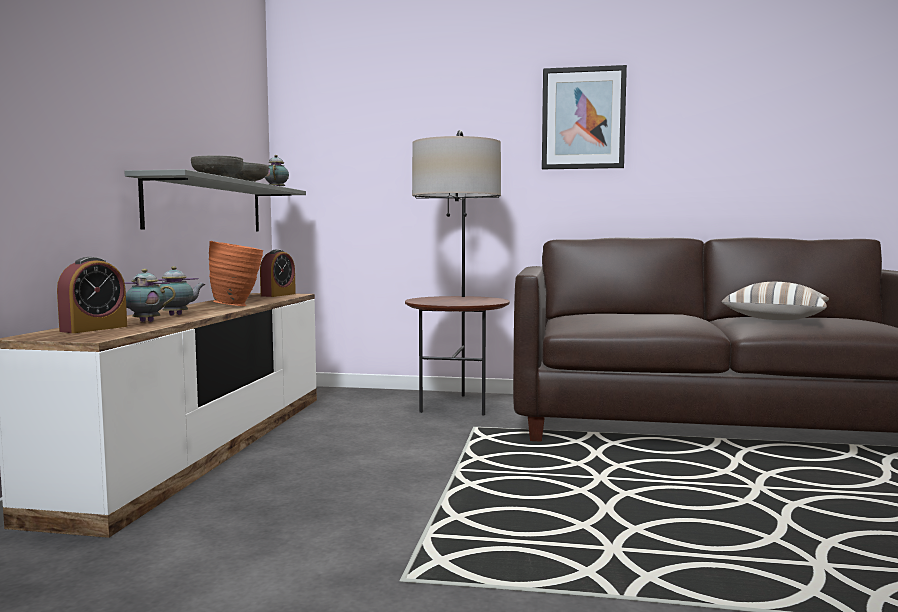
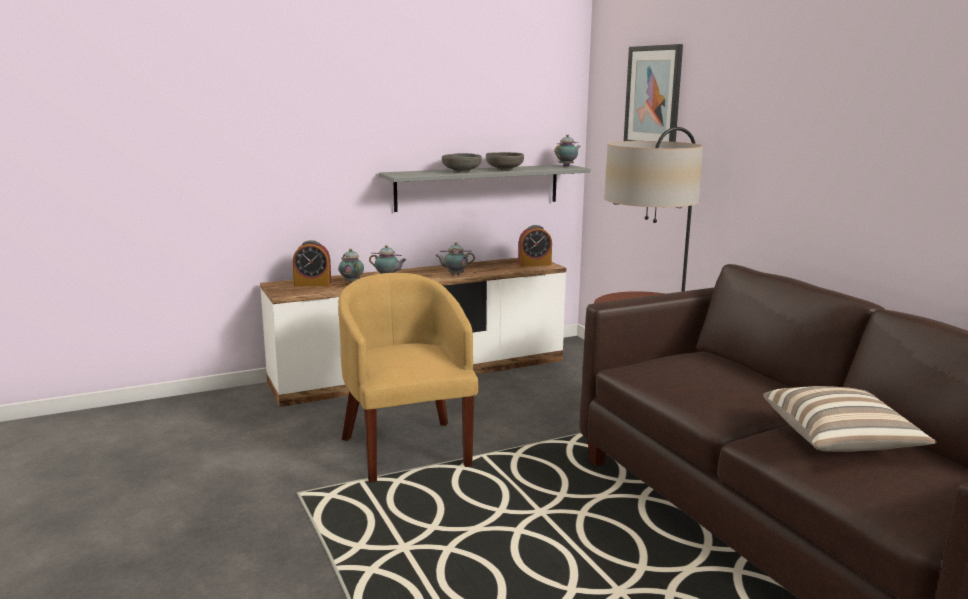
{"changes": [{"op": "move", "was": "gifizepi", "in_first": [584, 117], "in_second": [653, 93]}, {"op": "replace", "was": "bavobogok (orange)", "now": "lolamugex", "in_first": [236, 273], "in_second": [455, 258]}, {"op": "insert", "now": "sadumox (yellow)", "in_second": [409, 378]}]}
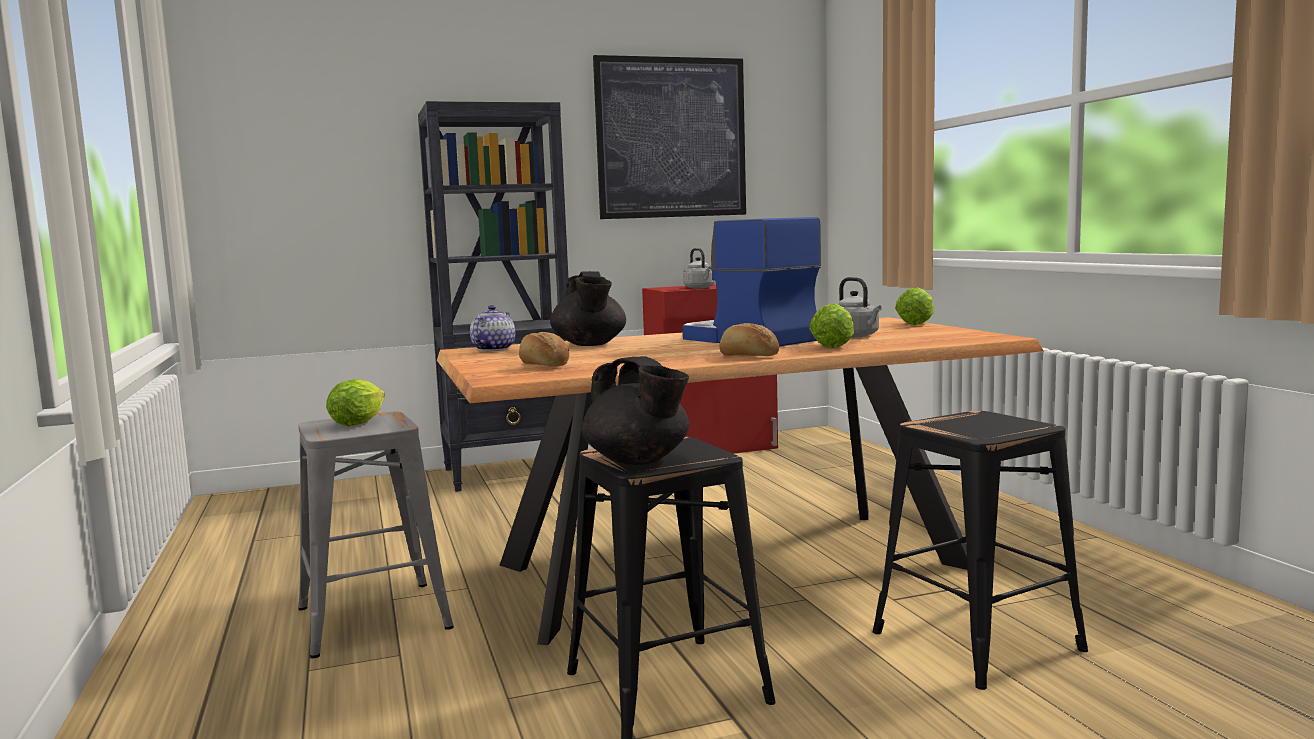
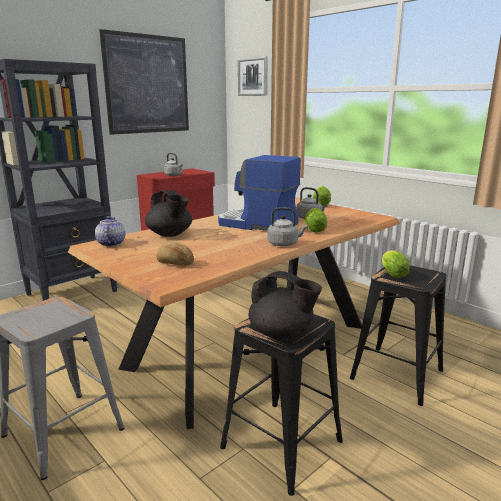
{"changes": [{"op": "replace", "was": "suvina", "now": "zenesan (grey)", "in_first": [749, 339], "in_second": [287, 226]}, {"op": "move", "was": "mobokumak", "in_first": [355, 403], "in_second": [396, 264]}, {"op": "insert", "now": "gifizepi", "in_second": [253, 76]}]}
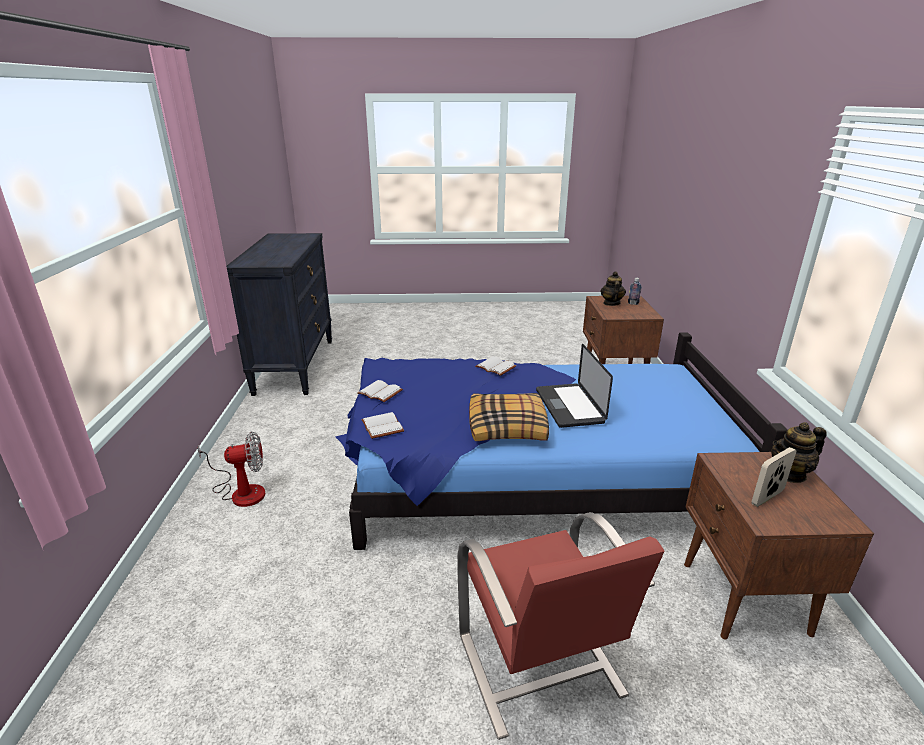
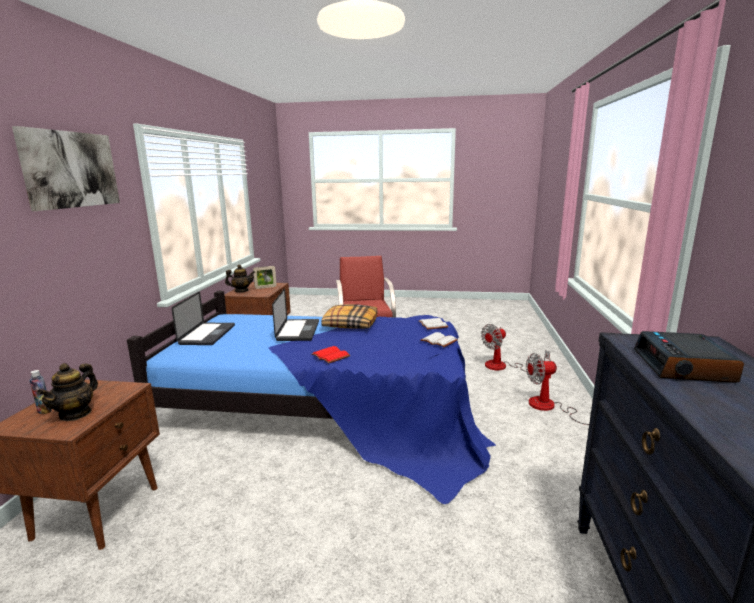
{"changes": [{"op": "recolor", "was": "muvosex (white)", "now": "muvosex (red)", "in_first": [495, 366], "in_second": [331, 355]}, {"op": "insert", "now": "gifizepi", "in_second": [66, 168]}, {"op": "insert", "now": "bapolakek", "in_second": [203, 318]}, {"op": "insert", "now": "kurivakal", "in_second": [515, 348]}, {"op": "insert", "now": "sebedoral", "in_second": [689, 357]}]}
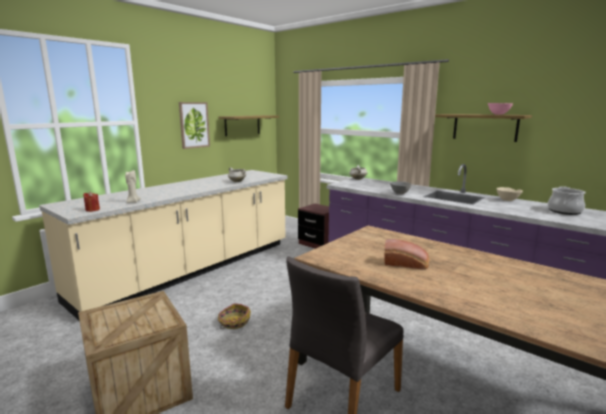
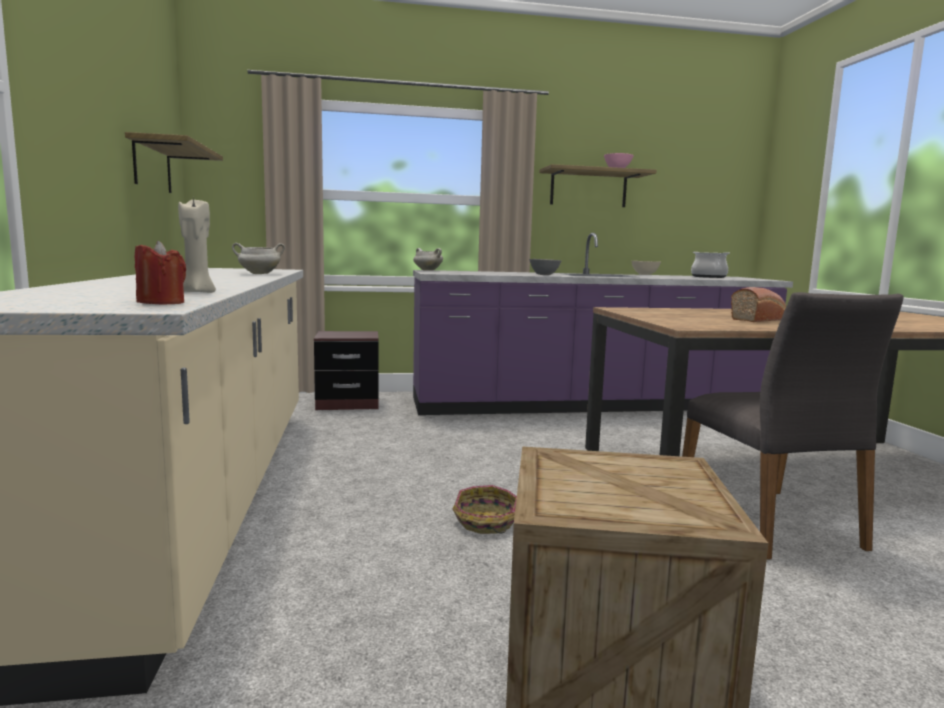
{"changes": [{"op": "delete", "was": "gifizepi", "in_first": [194, 125]}]}
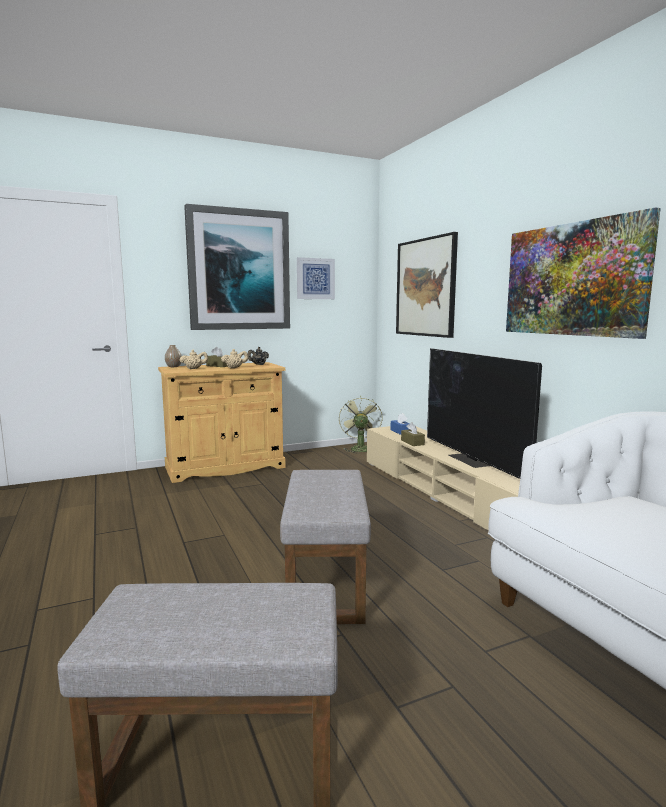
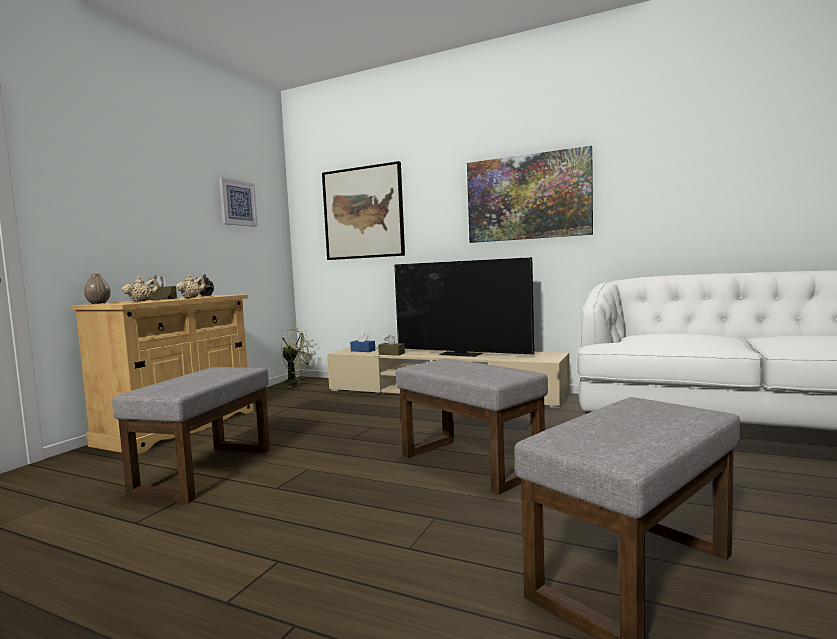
{"changes": [{"op": "delete", "was": "gifizepi", "in_first": [237, 267]}, {"op": "rotate", "was": "kurivakal (green)", "in_first": [361, 426], "in_second": [298, 357], "clockwise": 150}, {"op": "insert", "now": "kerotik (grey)", "in_second": [191, 435]}]}
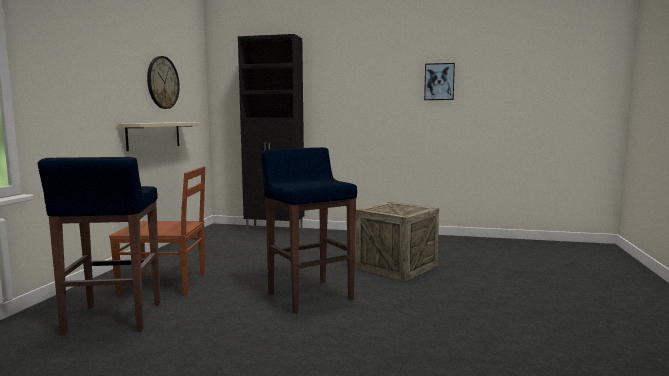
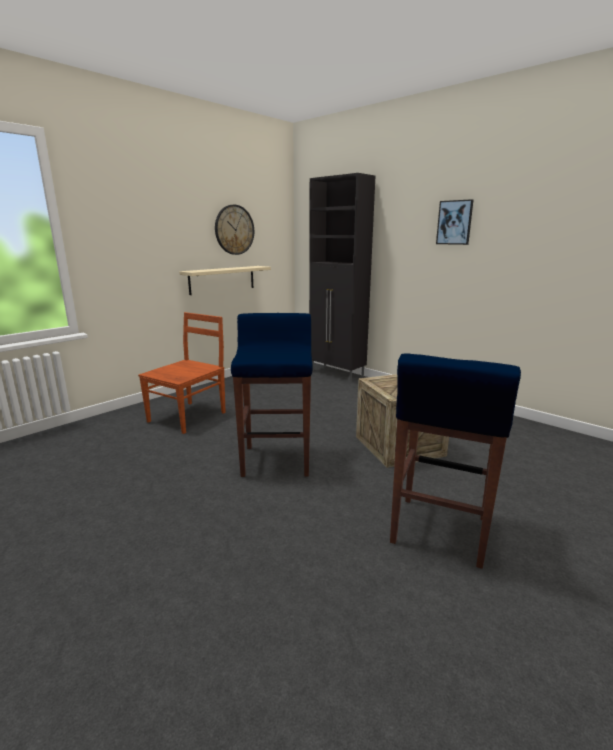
{"changes": [{"op": "move", "was": "gifizepi", "in_first": [439, 81], "in_second": [454, 222]}, {"op": "move", "was": "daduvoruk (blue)", "in_first": [99, 246], "in_second": [455, 461]}, {"op": "rotate", "was": "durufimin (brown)", "in_first": [157, 230], "in_second": [182, 373], "clockwise": -90}]}
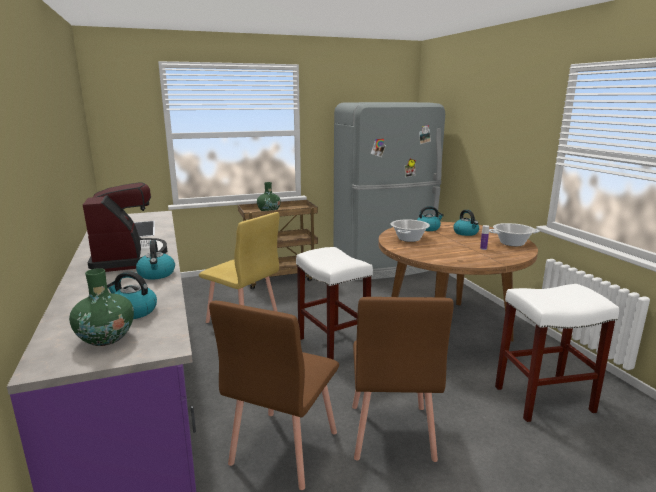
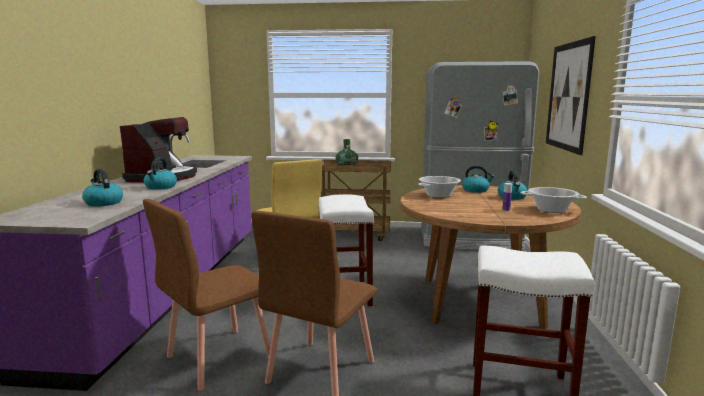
{"changes": [{"op": "delete", "was": "bavobogok (green)", "in_first": [101, 307]}, {"op": "insert", "now": "gifizepi", "in_second": [571, 95]}]}
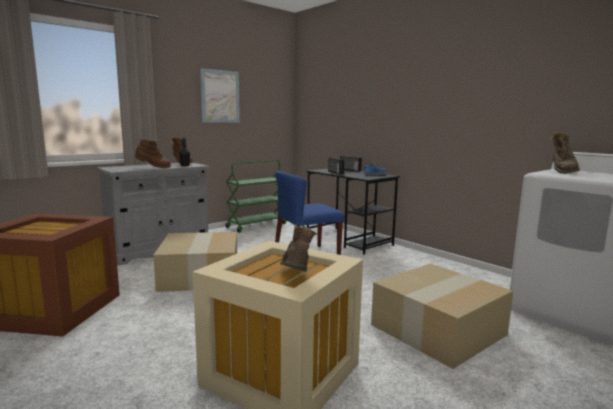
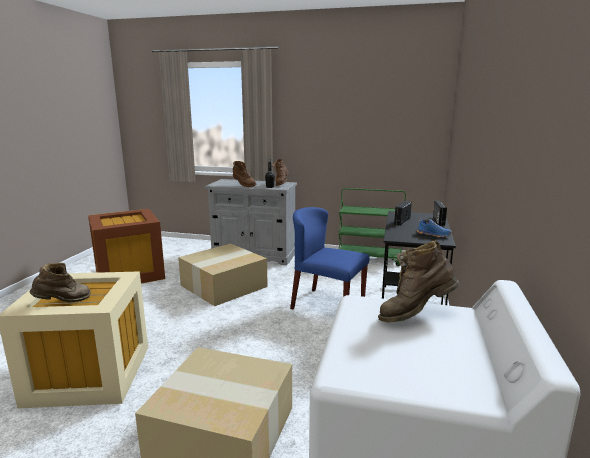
{"changes": [{"op": "delete", "was": "gifizepi", "in_first": [220, 95]}]}
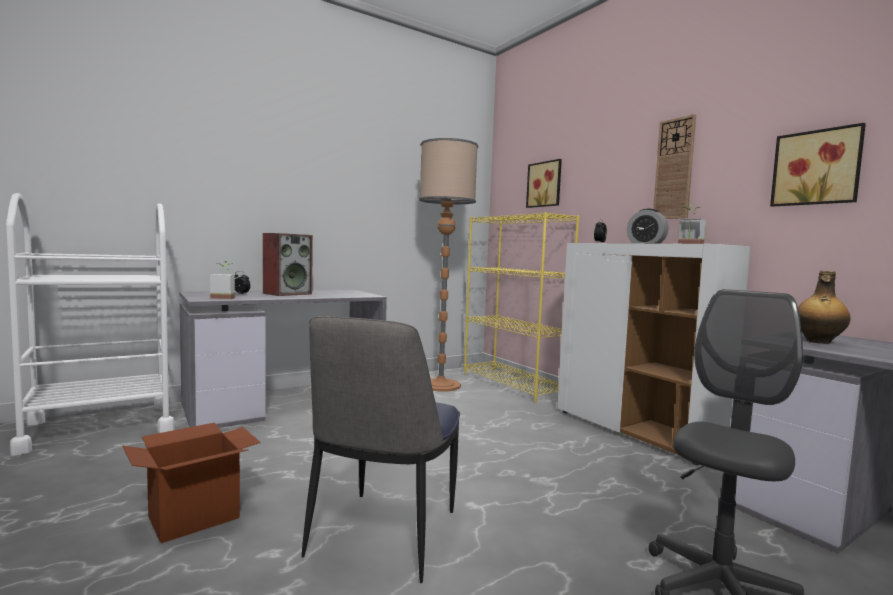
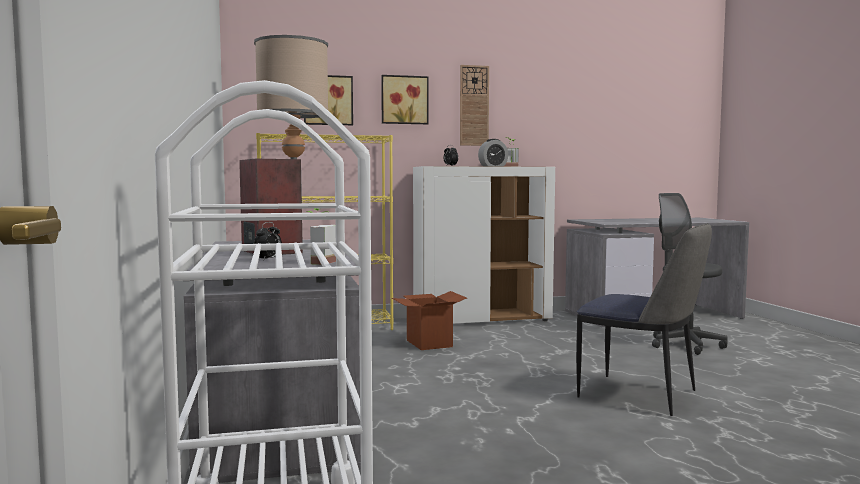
{"changes": [{"op": "move", "was": "gifizepi", "in_first": [818, 165], "in_second": [405, 99]}, {"op": "delete", "was": "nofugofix", "in_first": [824, 307]}, {"op": "move", "was": "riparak", "in_first": [192, 483], "in_second": [429, 320]}]}
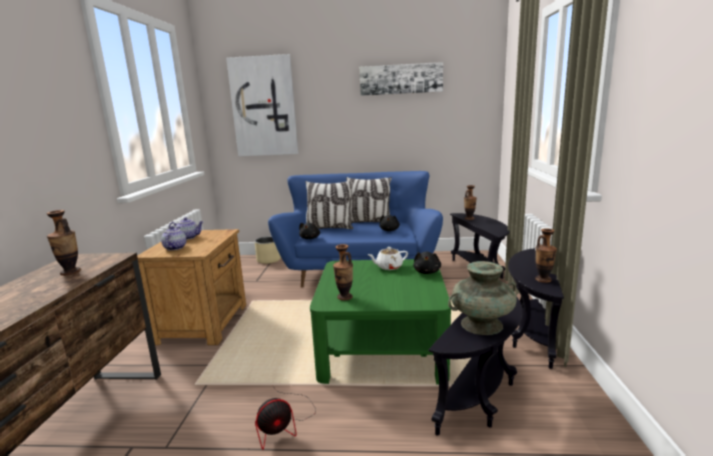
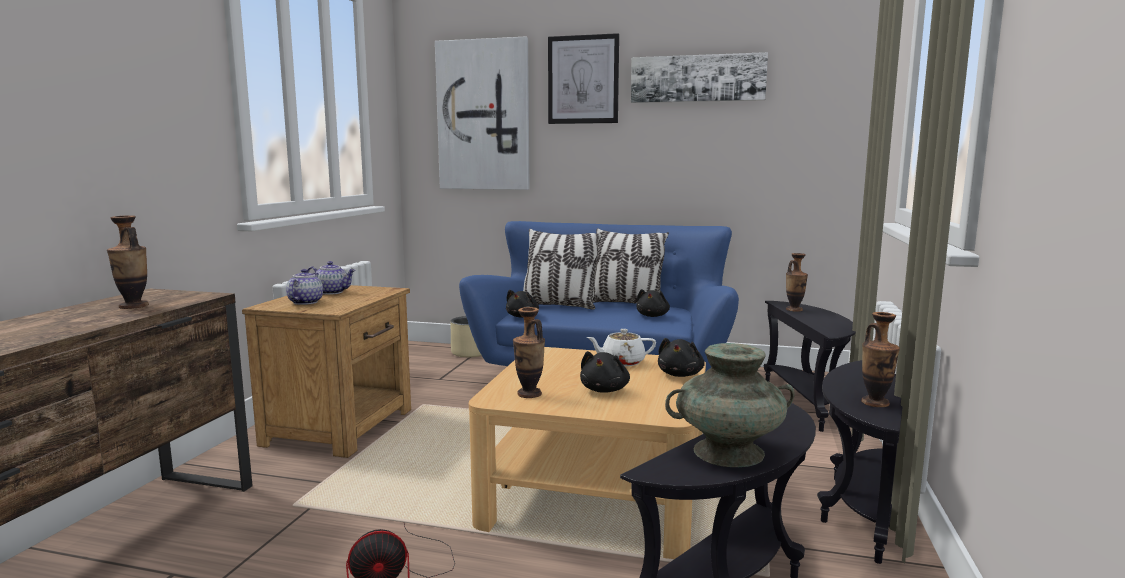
{"changes": [{"op": "recolor", "was": "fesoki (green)", "now": "fesoki (beige)", "in_first": [380, 321], "in_second": [587, 453]}, {"op": "insert", "now": "gifizepi", "in_second": [583, 78]}, {"op": "insert", "now": "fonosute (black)", "in_second": [605, 372]}]}
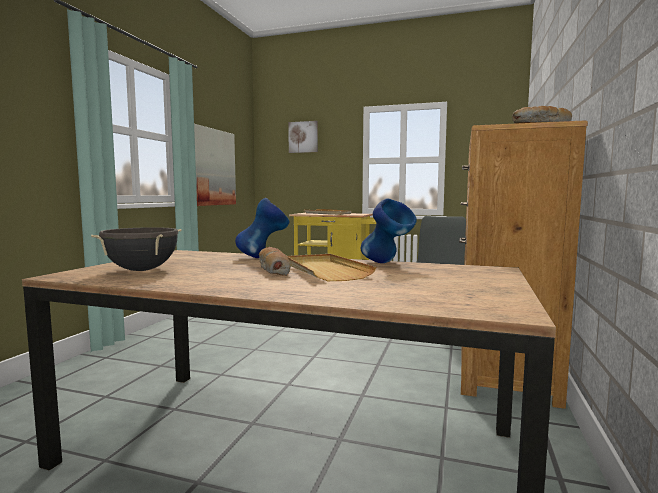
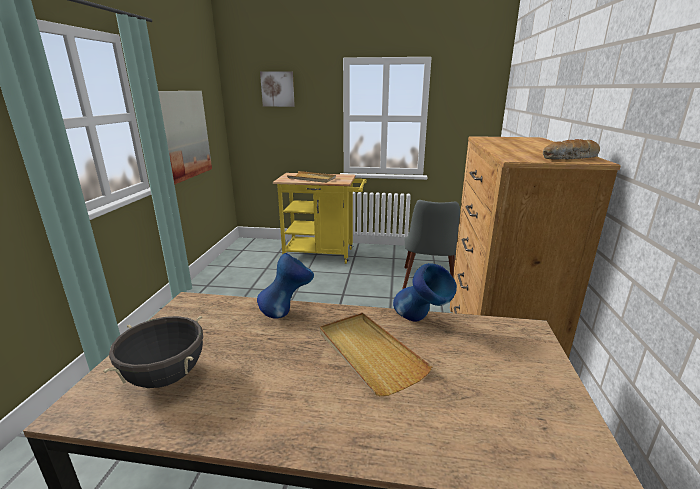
{"changes": [{"op": "delete", "was": "suvina", "in_first": [274, 261]}]}
